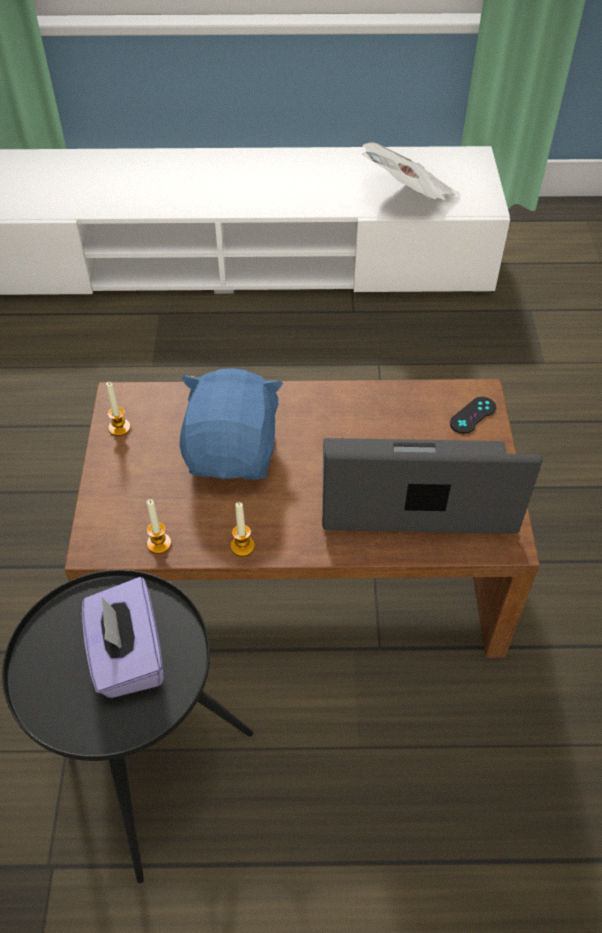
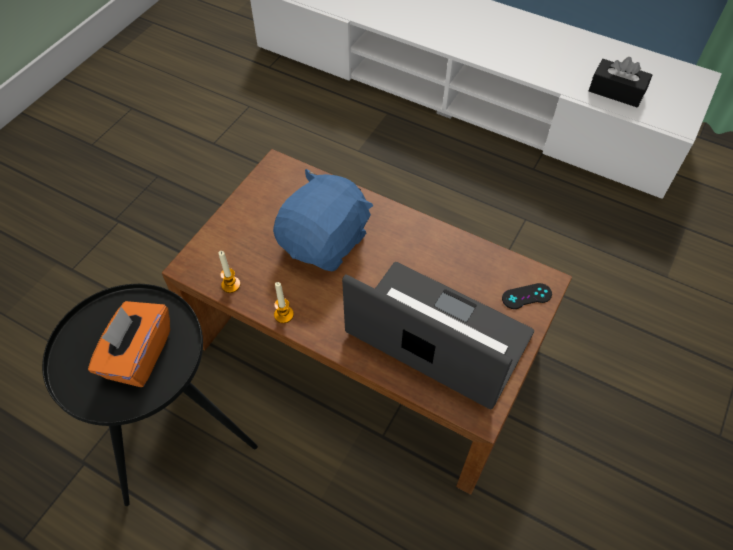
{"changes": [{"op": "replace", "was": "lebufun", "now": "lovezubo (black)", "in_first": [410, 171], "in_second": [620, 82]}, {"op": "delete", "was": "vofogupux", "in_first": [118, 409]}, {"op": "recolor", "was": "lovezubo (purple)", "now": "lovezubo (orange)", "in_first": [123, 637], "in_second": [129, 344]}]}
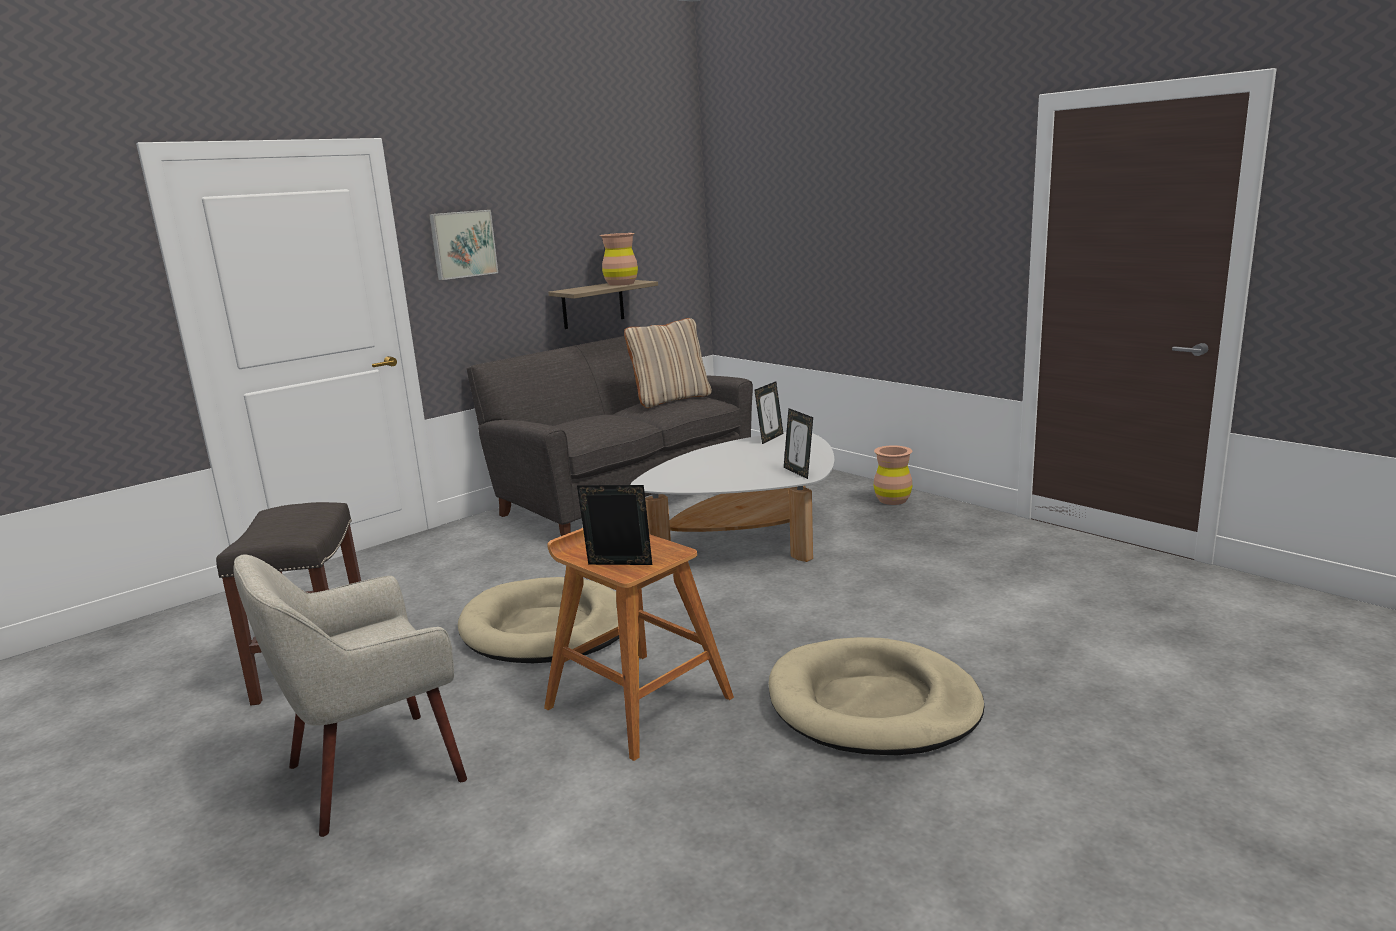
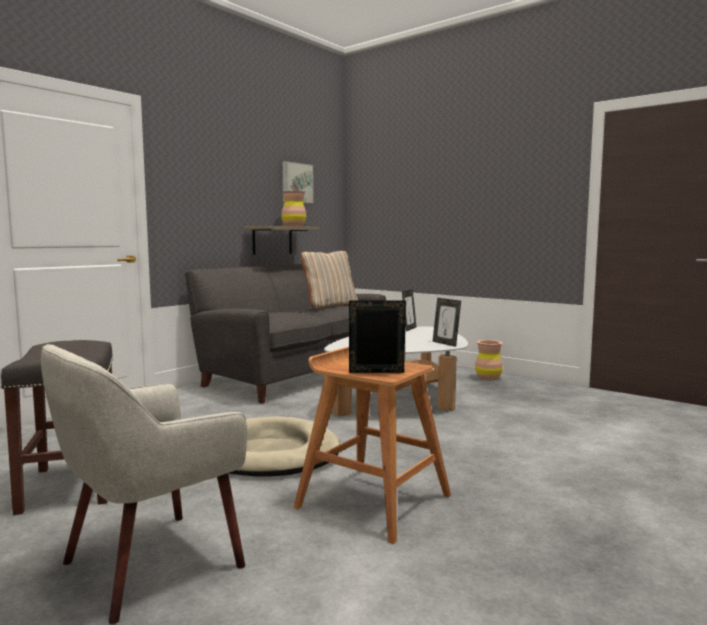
{"changes": [{"op": "move", "was": "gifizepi", "in_first": [463, 245], "in_second": [297, 182]}, {"op": "delete", "was": "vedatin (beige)", "in_first": [876, 696]}]}
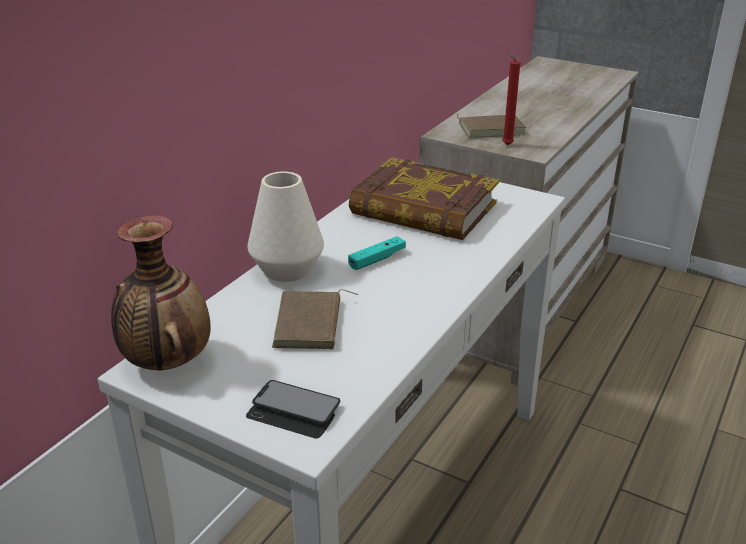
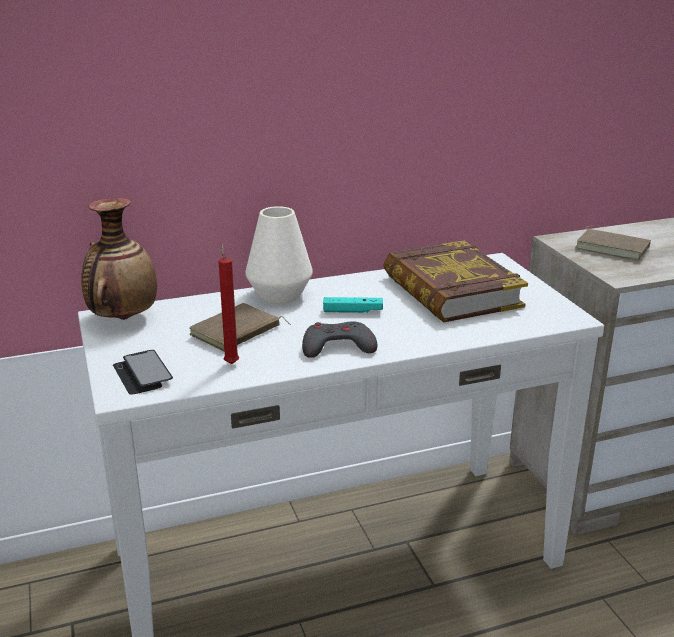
{"changes": [{"op": "move", "was": "vofogupux (red)", "in_first": [511, 98], "in_second": [229, 303]}, {"op": "insert", "now": "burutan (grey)", "in_second": [340, 339]}]}
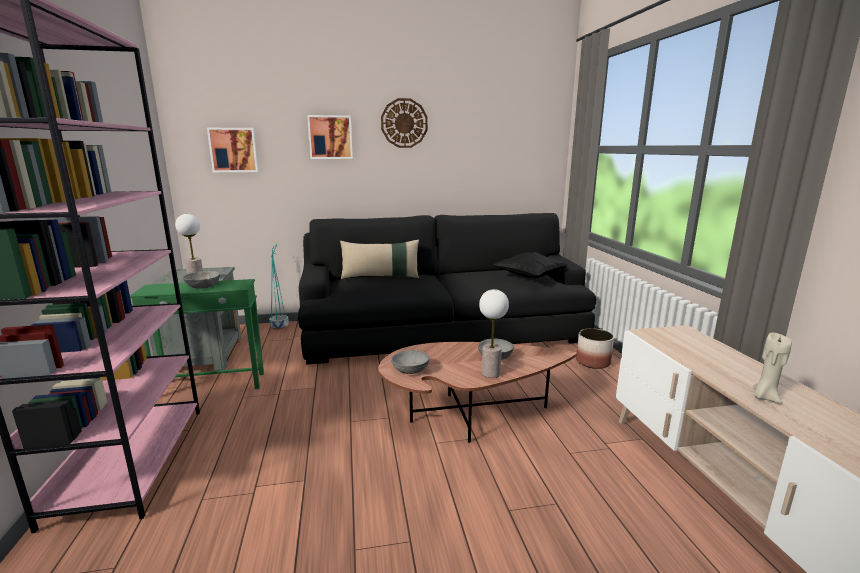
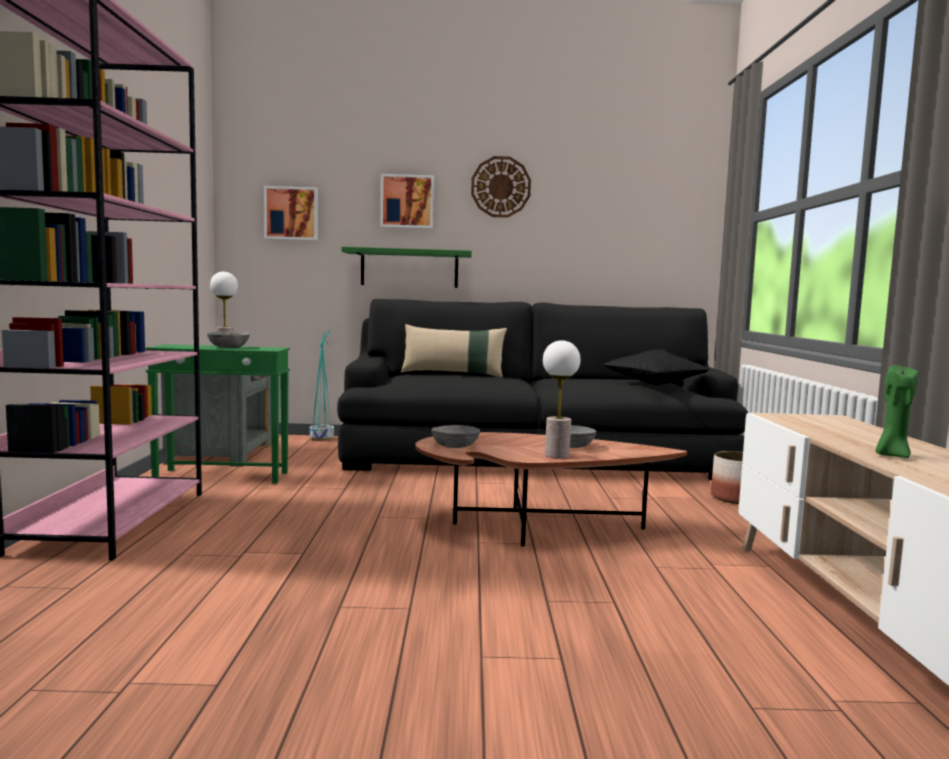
{"changes": [{"op": "recolor", "was": "vofogupux (beige)", "now": "vofogupux (green)", "in_first": [772, 368], "in_second": [896, 411]}, {"op": "insert", "now": "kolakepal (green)", "in_second": [407, 267]}]}
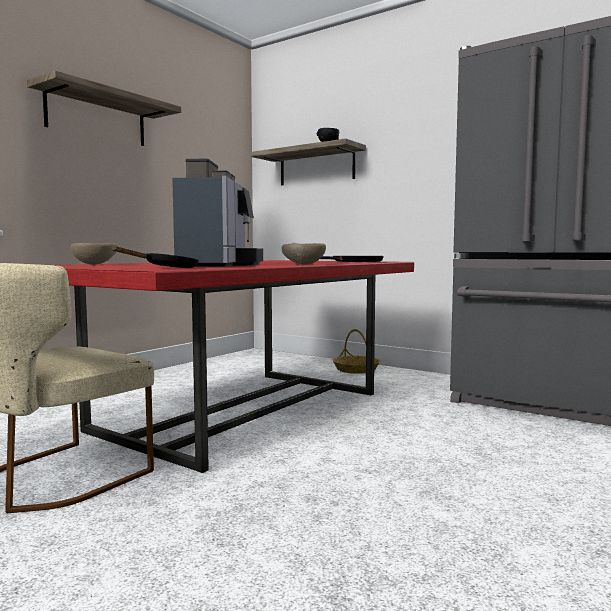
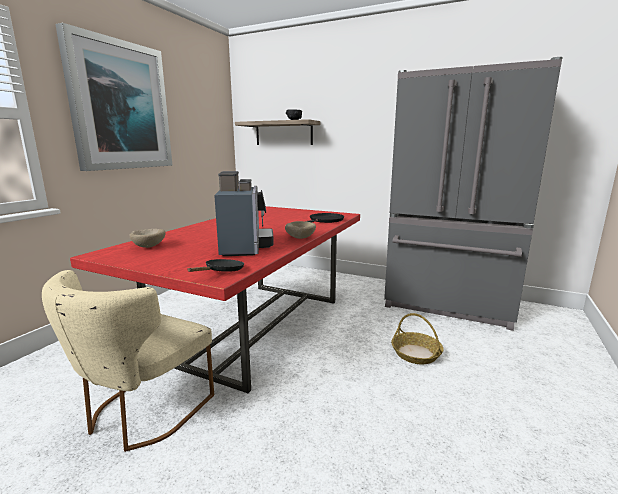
{"changes": [{"op": "replace", "was": "kolakepal", "now": "gifizepi", "in_first": [104, 108], "in_second": [114, 97]}, {"op": "move", "was": "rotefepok", "in_first": [356, 351], "in_second": [417, 339]}]}
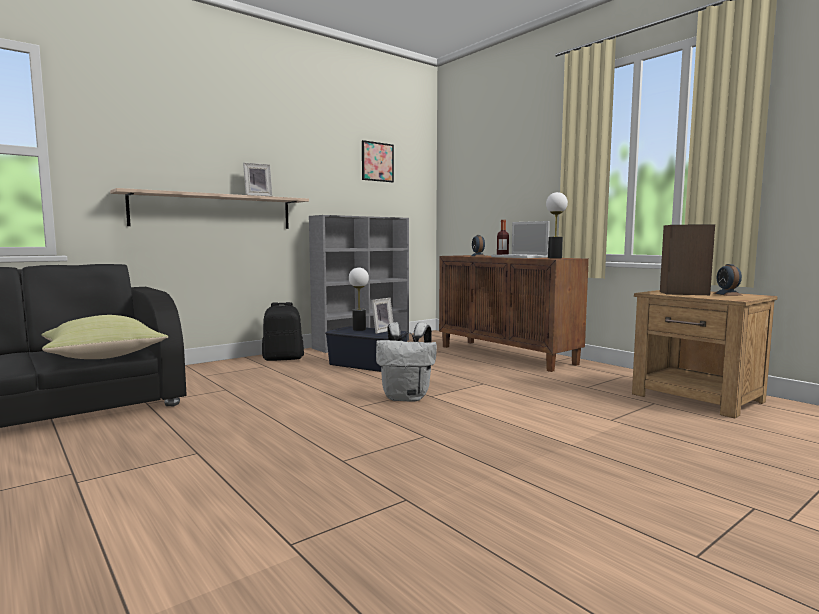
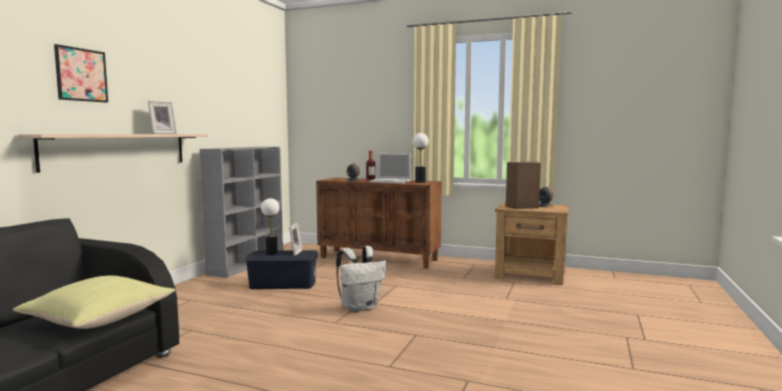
{"changes": [{"op": "move", "was": "gifizepi", "in_first": [378, 161], "in_second": [81, 73]}, {"op": "delete", "was": "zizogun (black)", "in_first": [283, 331]}]}
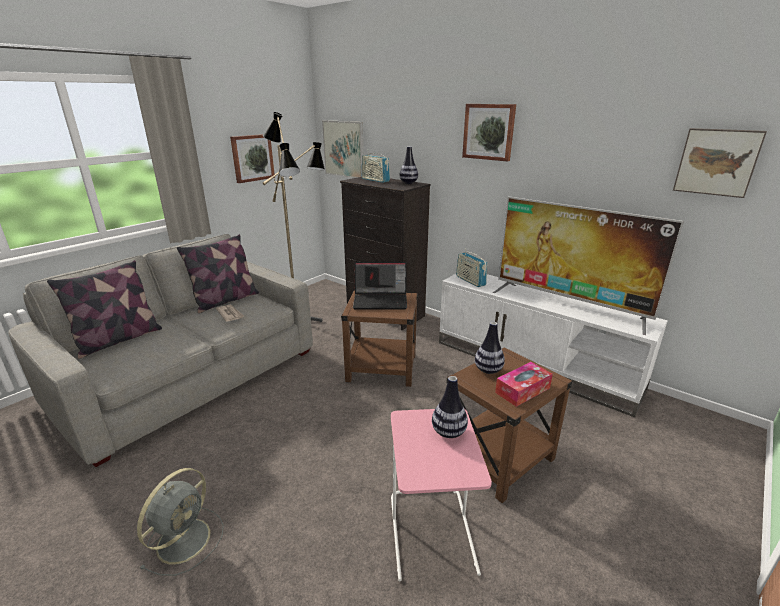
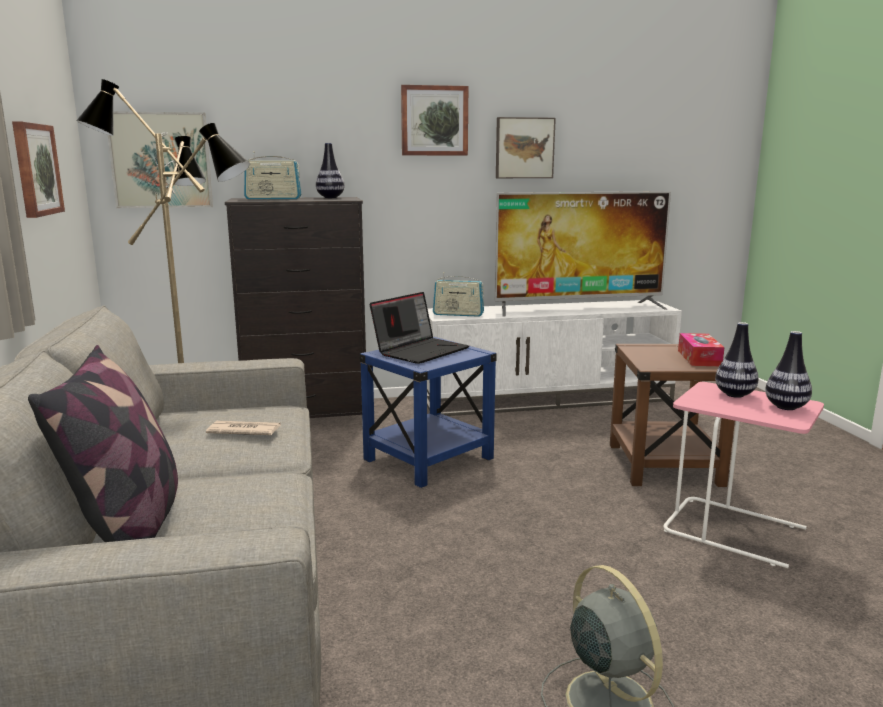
{"changes": [{"op": "move", "was": "gifizepi", "in_first": [720, 163], "in_second": [526, 147]}, {"op": "delete", "was": "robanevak", "in_first": [218, 273]}, {"op": "recolor", "was": "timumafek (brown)", "now": "timumafek (blue)", "in_first": [379, 338], "in_second": [428, 412]}, {"op": "move", "was": "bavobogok", "in_first": [490, 348], "in_second": [788, 370]}]}
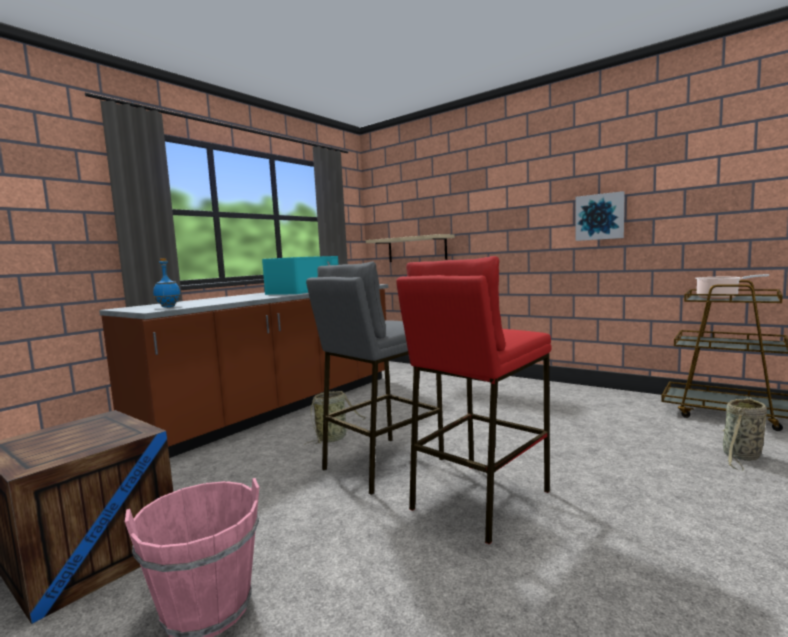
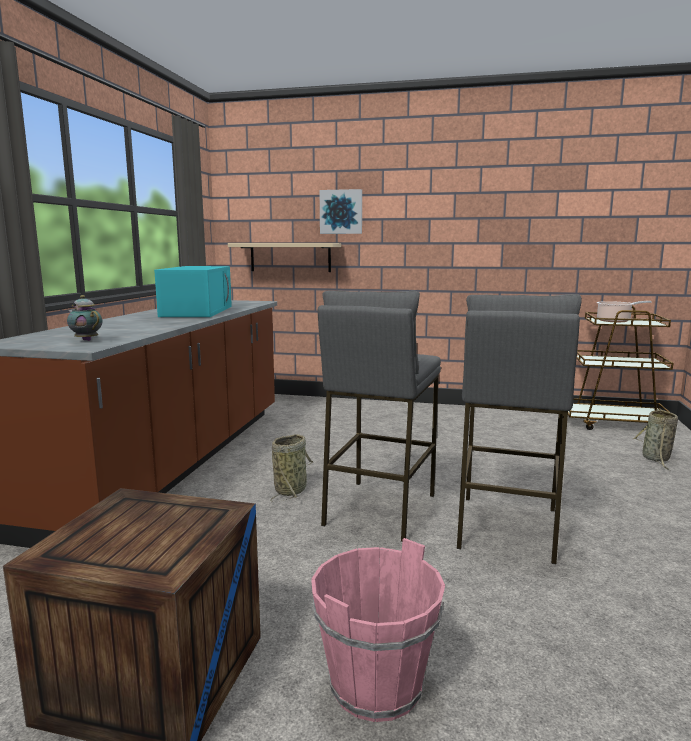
{"changes": [{"op": "move", "was": "gifizepi", "in_first": [600, 216], "in_second": [341, 211]}, {"op": "recolor", "was": "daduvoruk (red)", "now": "daduvoruk (grey)", "in_first": [474, 400], "in_second": [519, 429]}, {"op": "replace", "was": "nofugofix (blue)", "now": "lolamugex", "in_first": [167, 282], "in_second": [84, 318]}]}
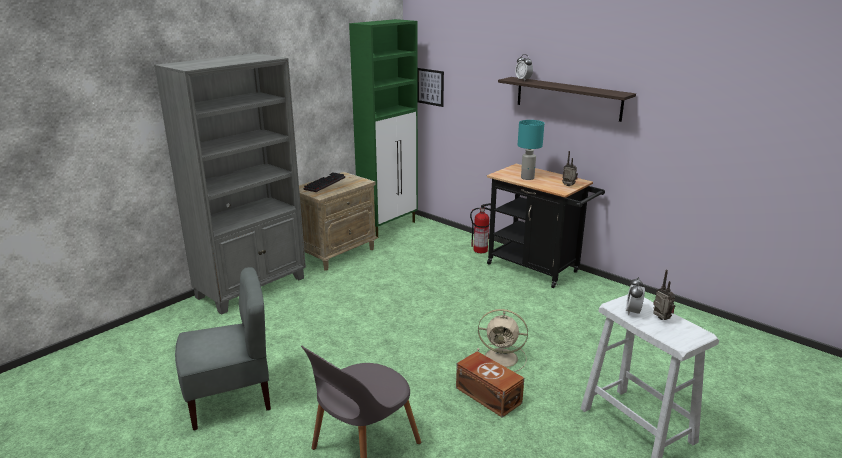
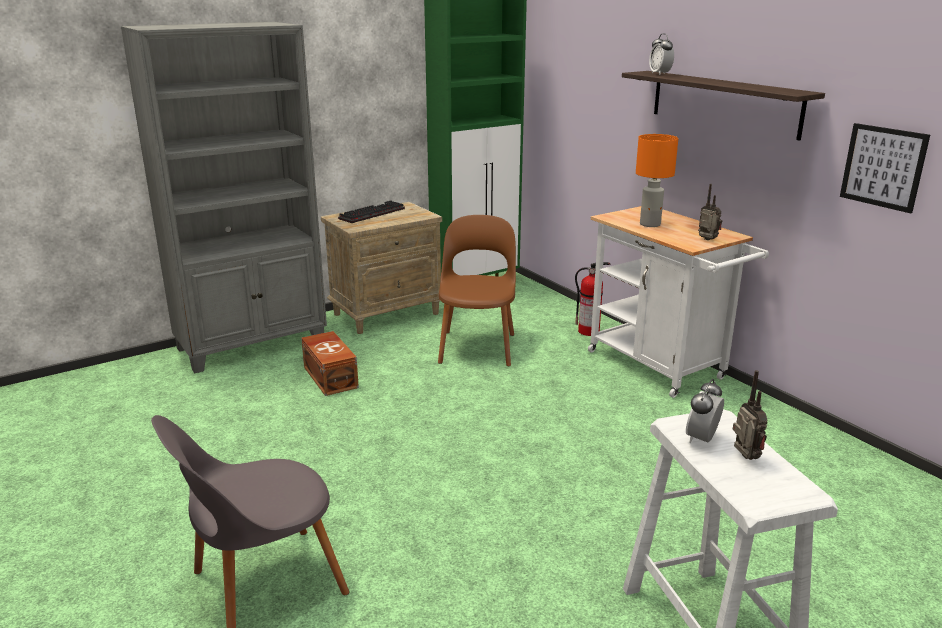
{"changes": [{"op": "move", "was": "gifizepi", "in_first": [430, 87], "in_second": [885, 168]}, {"op": "recolor", "was": "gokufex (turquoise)", "now": "gokufex (orange)", "in_first": [531, 150], "in_second": [657, 180]}, {"op": "recolor", "was": "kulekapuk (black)", "now": "kulekapuk (white)", "in_first": [546, 226], "in_second": [678, 302]}, {"op": "delete", "was": "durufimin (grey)", "in_first": [223, 348]}, {"op": "delete", "was": "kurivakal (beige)", "in_first": [502, 340]}, {"op": "move", "was": "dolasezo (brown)", "in_first": [490, 384], "in_second": [330, 363]}, {"op": "insert", "now": "durufimin (brown)", "in_second": [477, 290]}]}
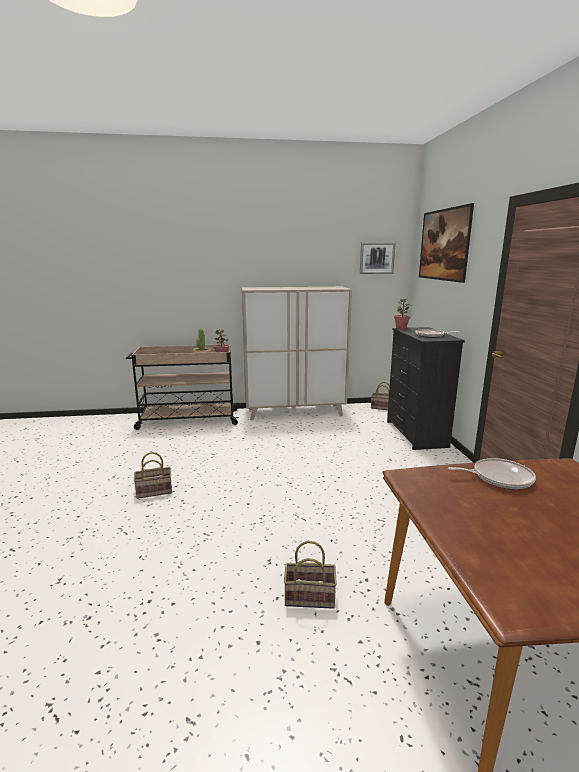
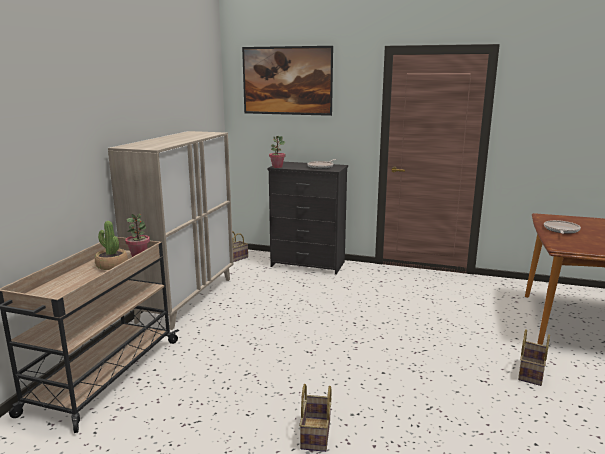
{"changes": [{"op": "delete", "was": "gifizepi", "in_first": [377, 258]}]}
